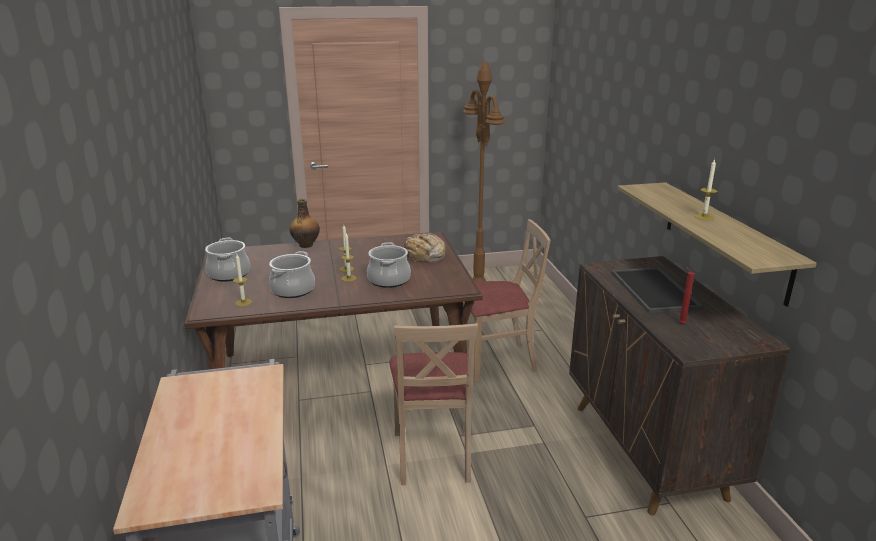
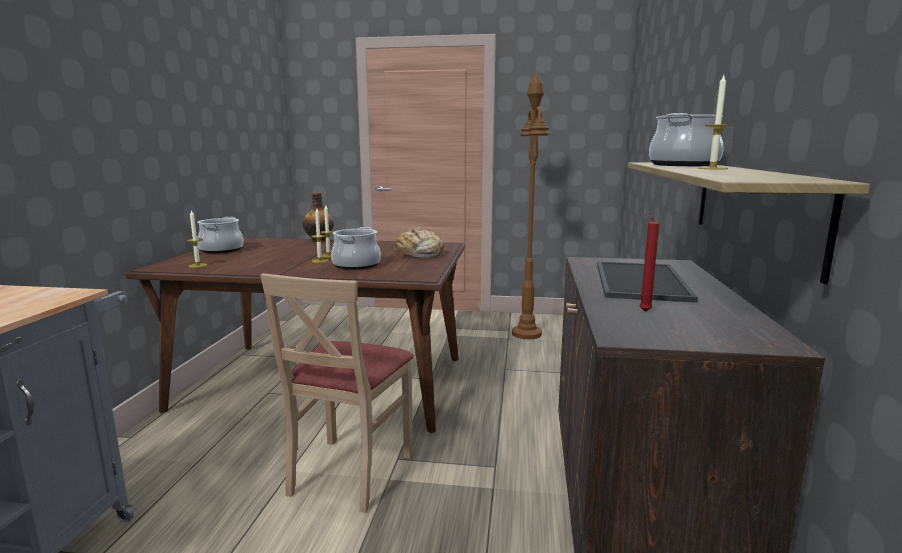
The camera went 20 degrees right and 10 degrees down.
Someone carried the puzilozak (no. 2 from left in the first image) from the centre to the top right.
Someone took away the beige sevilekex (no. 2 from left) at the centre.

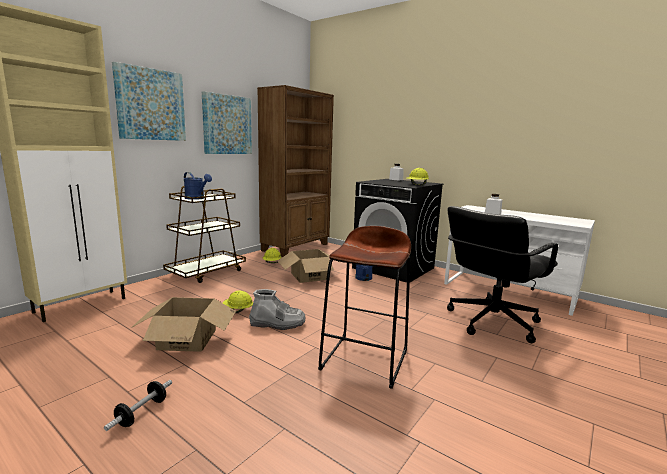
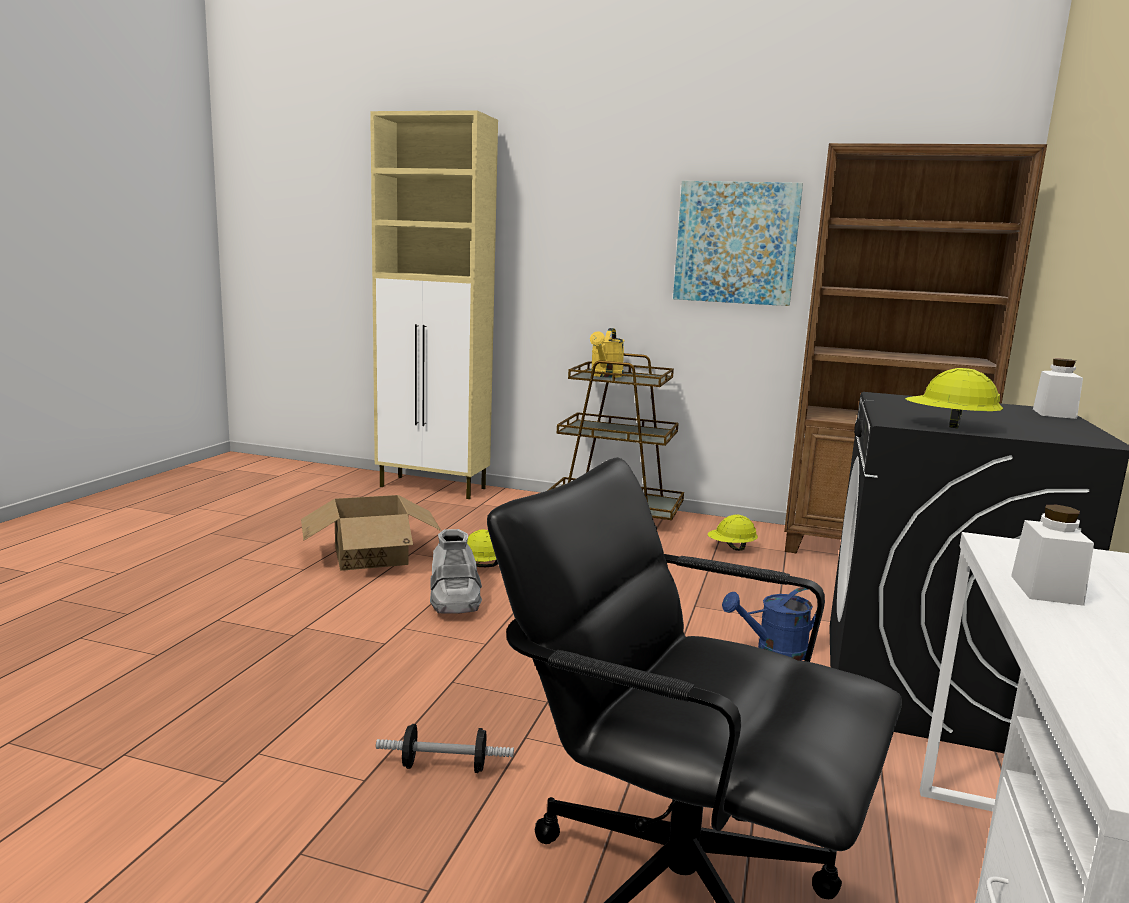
The camera went 70 degrees right and 0 degrees up.
Someone carried the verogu from the bottom left to the bottom centre.
Someone repainted the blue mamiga (no. 1 from left) at the middle left, which became the yellow mamiga at the centre.
Someone took away the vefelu (no. 1 from left) at the top left.
Someone took away the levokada (no. 2 from left) at the centre.
Someone took away the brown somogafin at the centre.

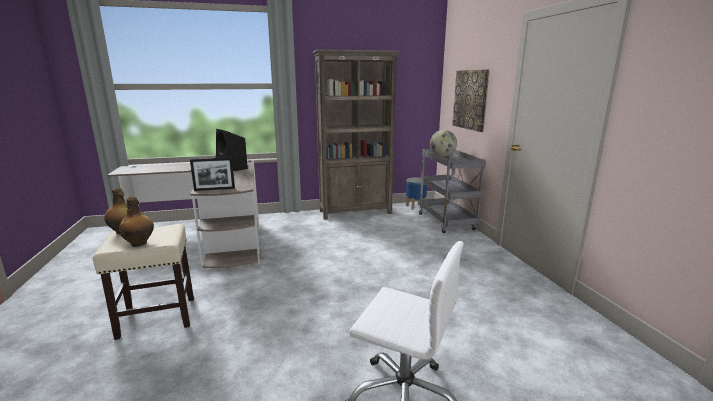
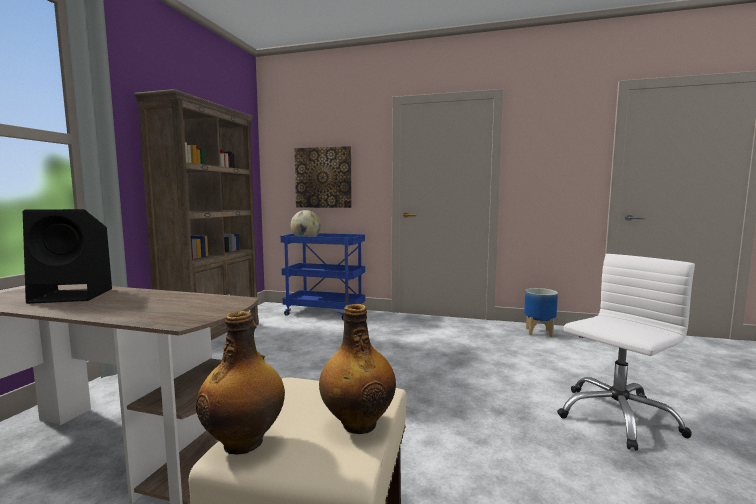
The camera went 60 degrees left and 10 degrees down.
Someone repainted the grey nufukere at the centre, which became the blue nufukere at the centre.
Someone carried the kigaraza from the centre to the middle right.
Someone took away the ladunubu at the middle left.

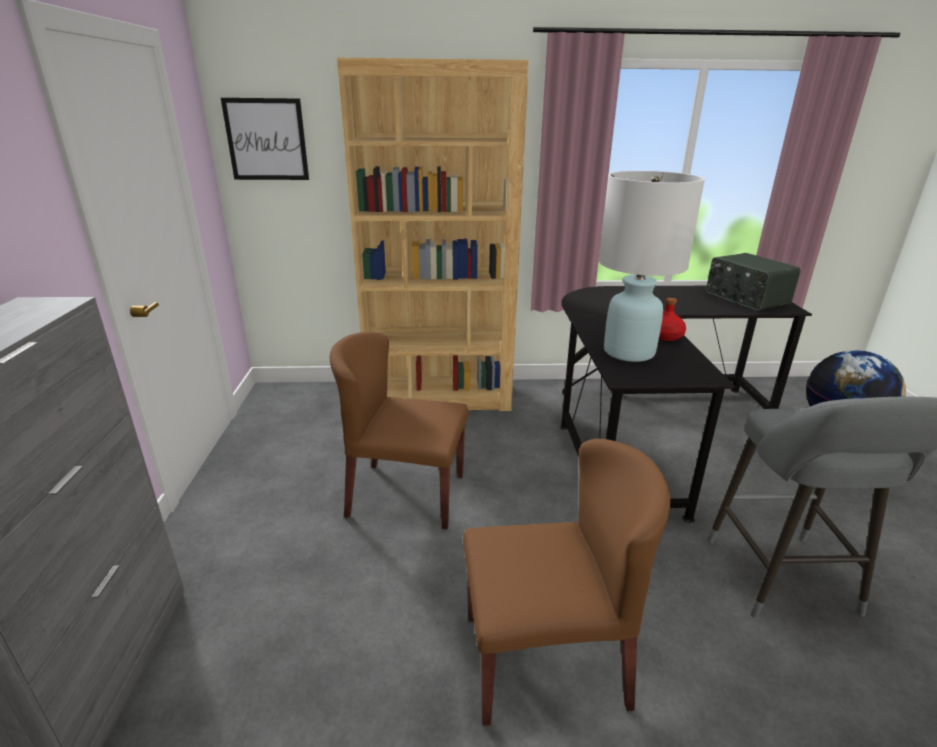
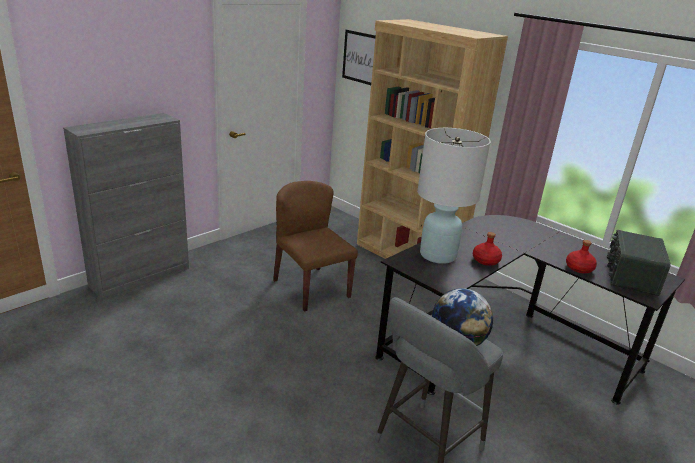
The camera went 45 degrees right and 0 degrees up.
Someone put down the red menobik (no. 2 from left) at the middle right.
Someone took away the brown sevilekex (no. 2 from left) at the bottom centre.

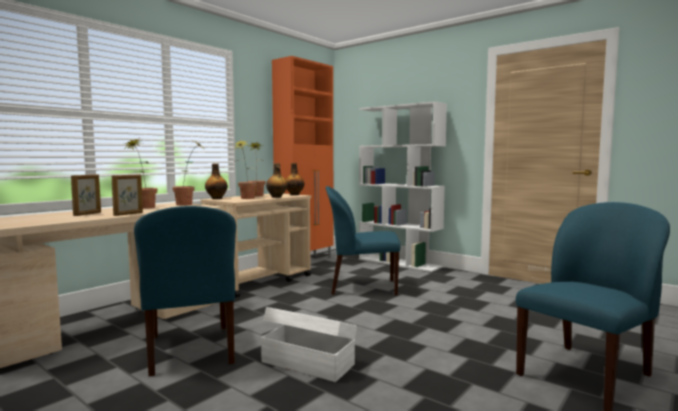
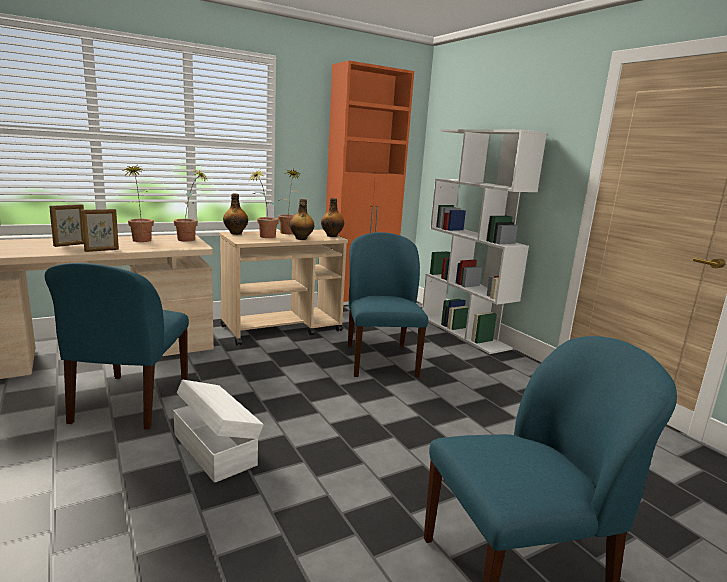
The camera went 20 degrees right and 10 degrees up.
Someone rotated the blue sevilekex (no. 2 from left) at the centre by 60 degrees clockwise.

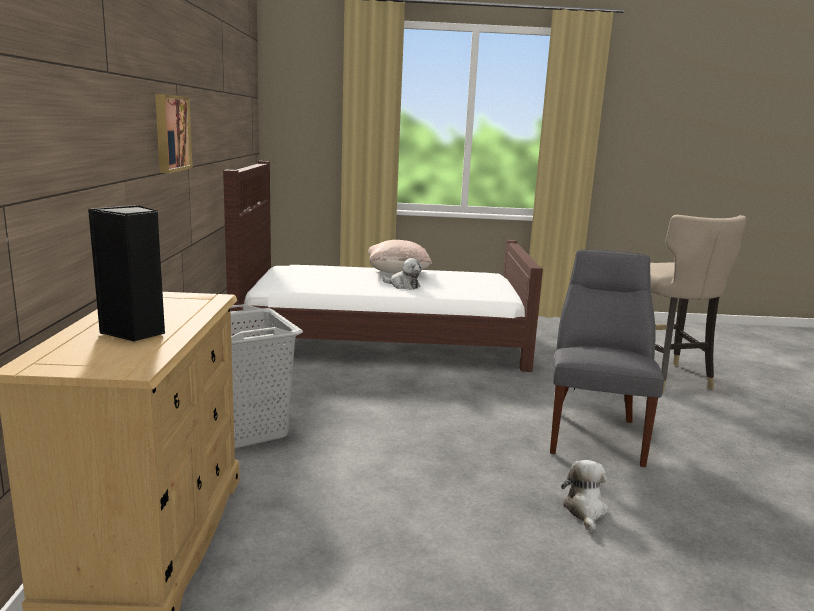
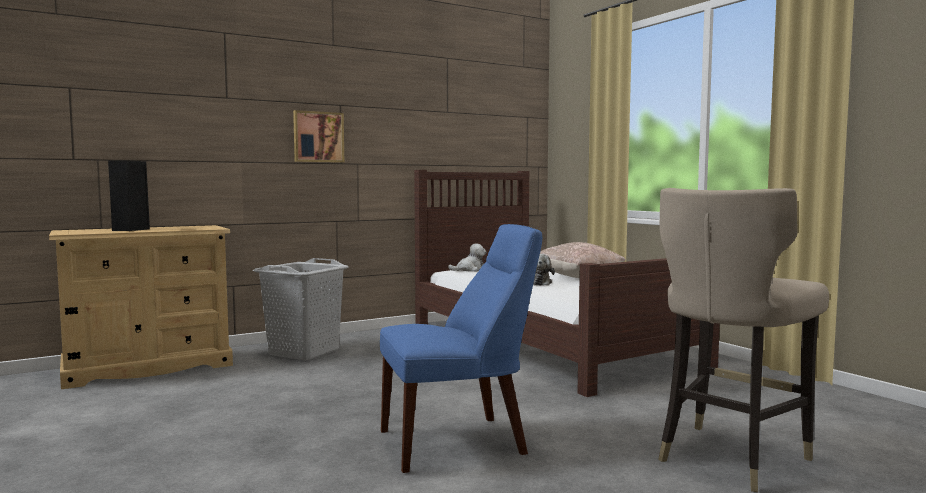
The camera went 60 degrees right and 10 degrees down.
Someone repainted the grey sevilekex at the middle right, which became the blue sevilekex at the bottom centre.
Someone carried the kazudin (no. 2 from left in the first image) from the bottom right to the centre.

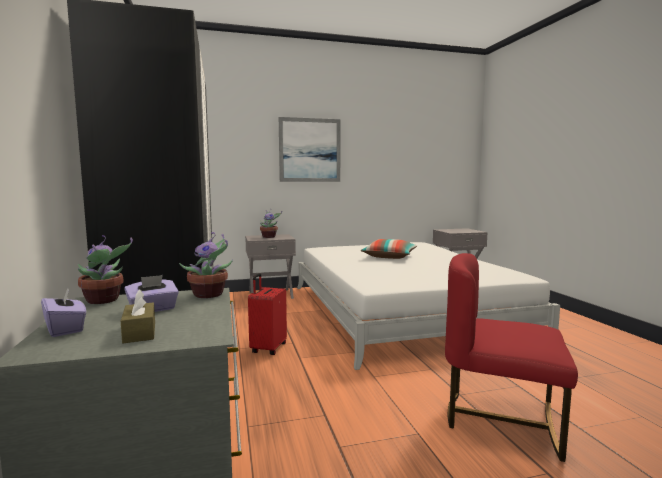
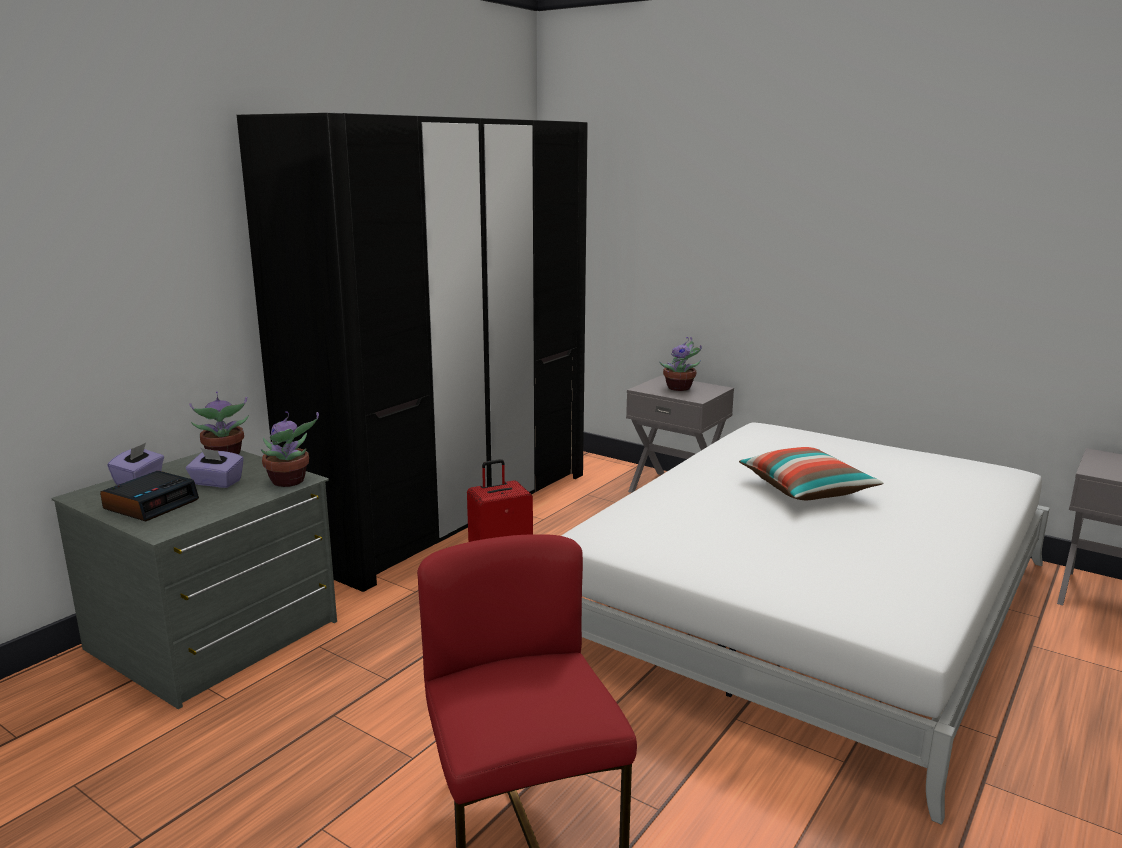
The camera went 50 degrees right and 10 degrees up.
Someone swapped the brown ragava at the middle left for the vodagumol at the middle left.
Someone took away the vefelu at the top centre.

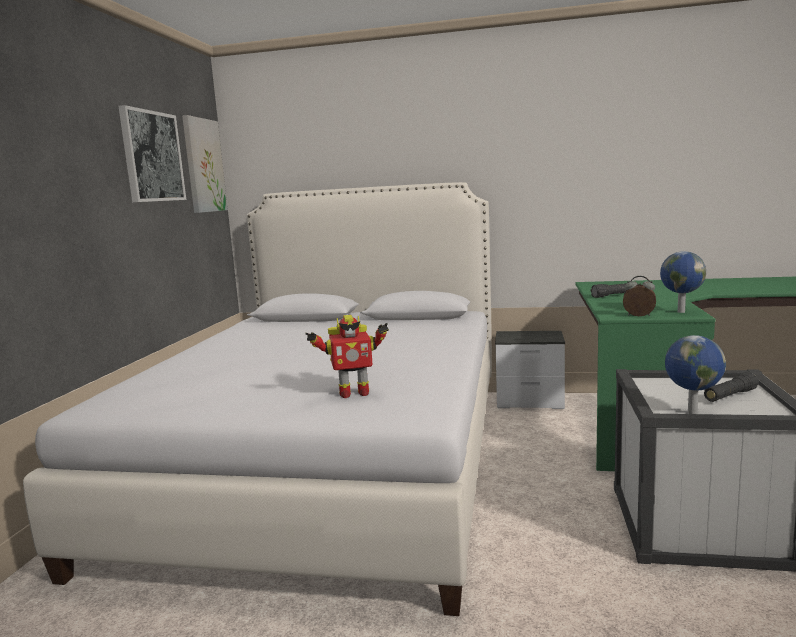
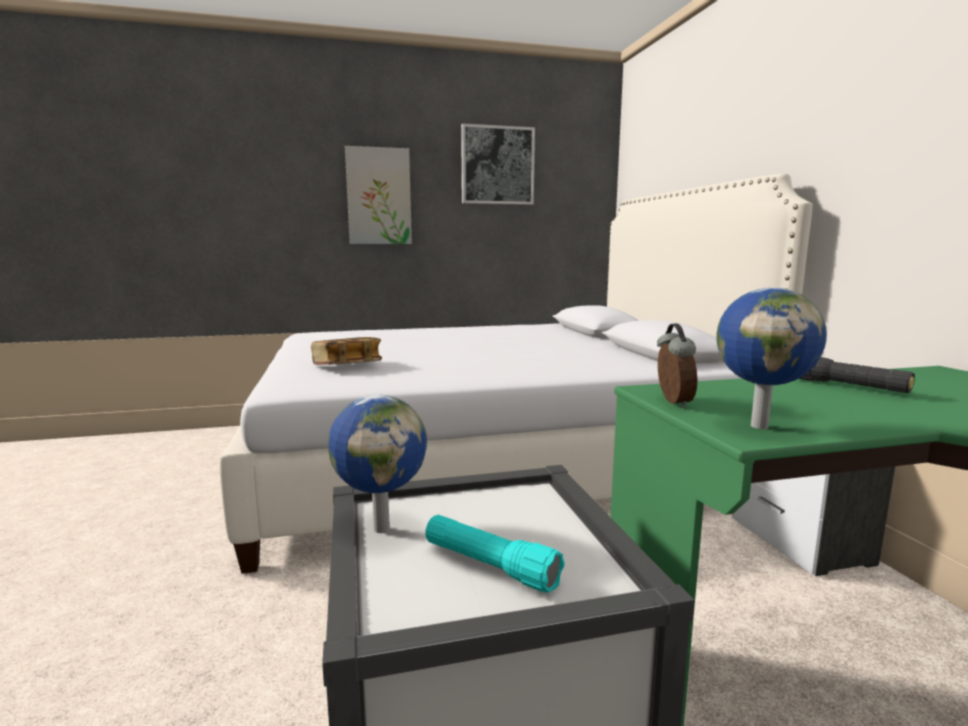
The camera went 65 degrees right and 0 degrees up.
Someone swapped the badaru at the centre for the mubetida at the centre.
Someone carried the vefelu (no. 2 from left in the first image) from the top left to the top centre.
Someone repainted the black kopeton (no. 2 from left) at the middle right, which became the turquoise kopeton at the bottom centre.

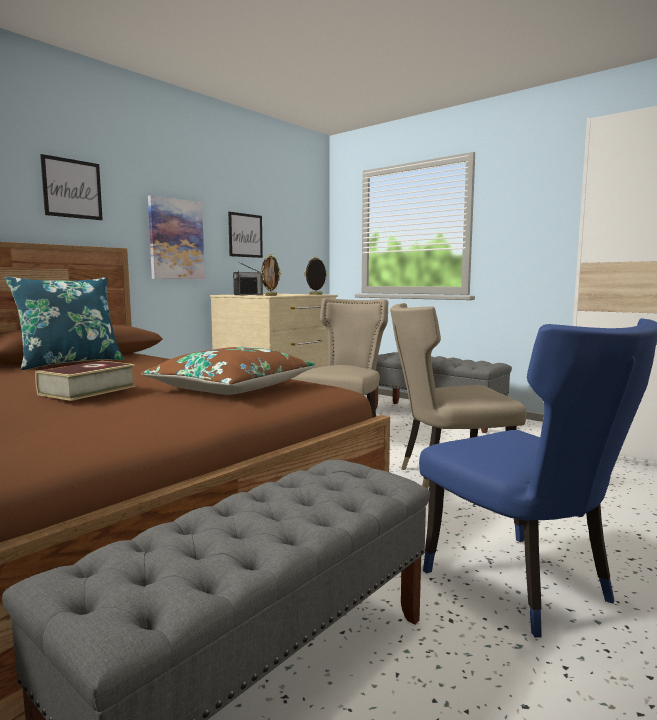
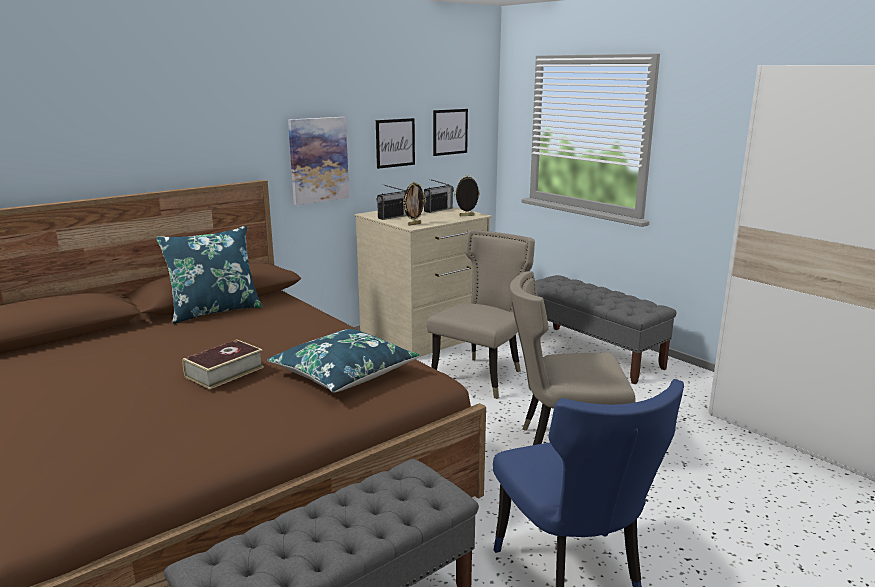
The camera went 10 degrees right and 10 degrees up.
Someone repainted the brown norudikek at the centre, which became the blue norudikek (no. 2 from left) at the centre.
Someone put down the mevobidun (no. 2 from left) at the centre.
Someone carried the vefelu (no. 1 from left in the first image) from the top left to the top centre.

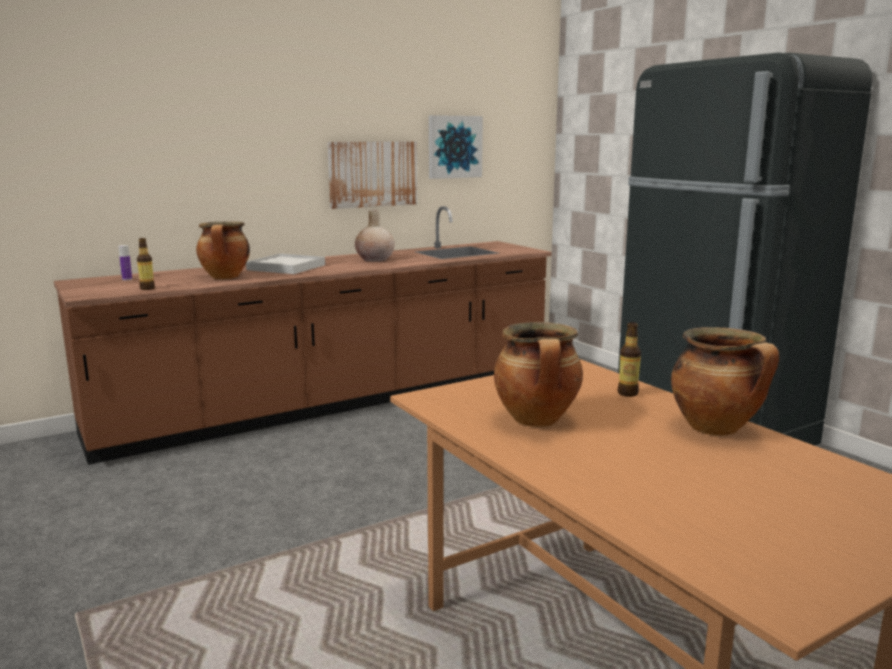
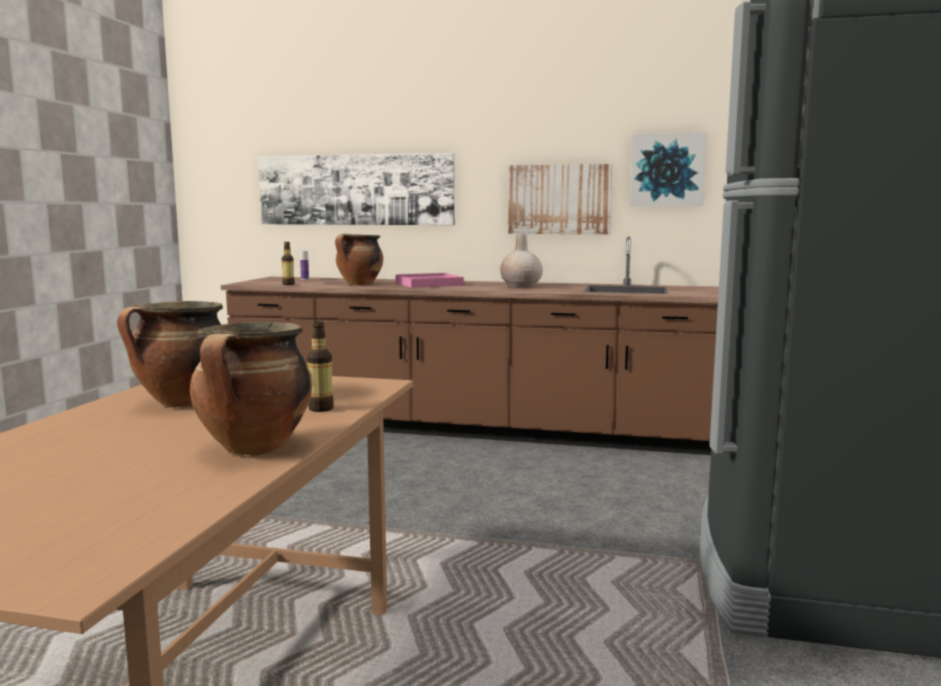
The camera went 45 degrees right and 5 degrees down.
Someone put up the vefelu (no. 1 from left) at the top centre.
Someone repainted the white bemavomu at the middle left, which became the pink bemavomu at the centre.

